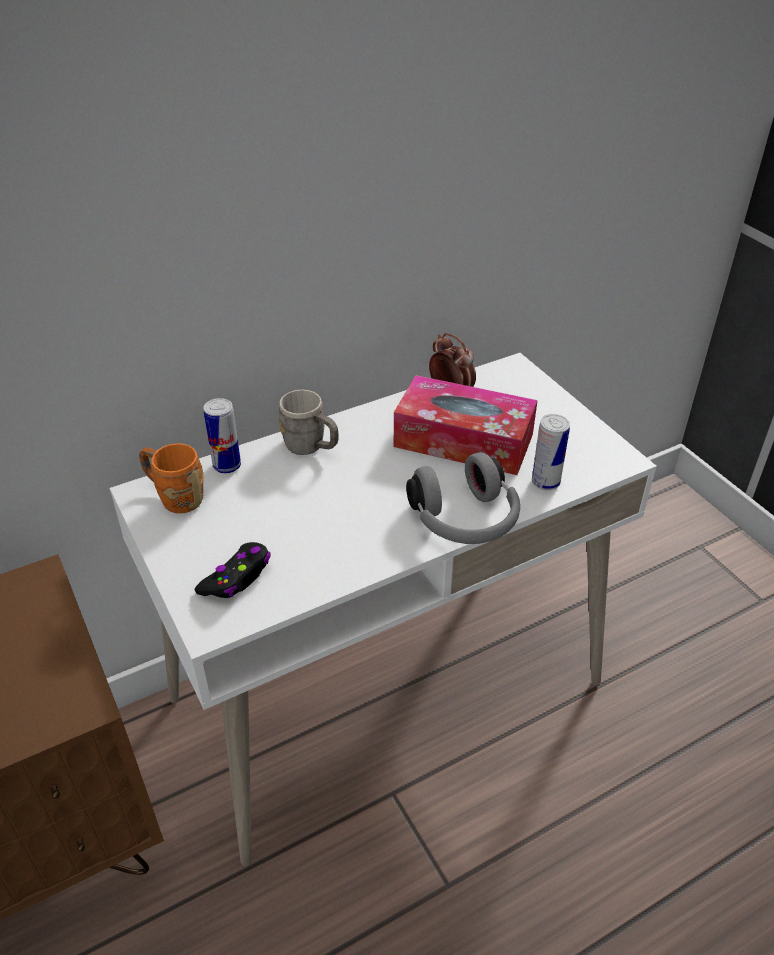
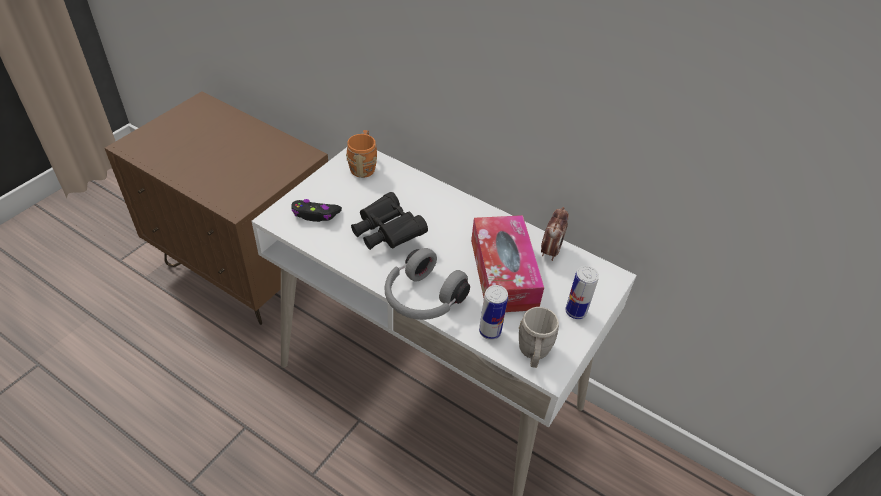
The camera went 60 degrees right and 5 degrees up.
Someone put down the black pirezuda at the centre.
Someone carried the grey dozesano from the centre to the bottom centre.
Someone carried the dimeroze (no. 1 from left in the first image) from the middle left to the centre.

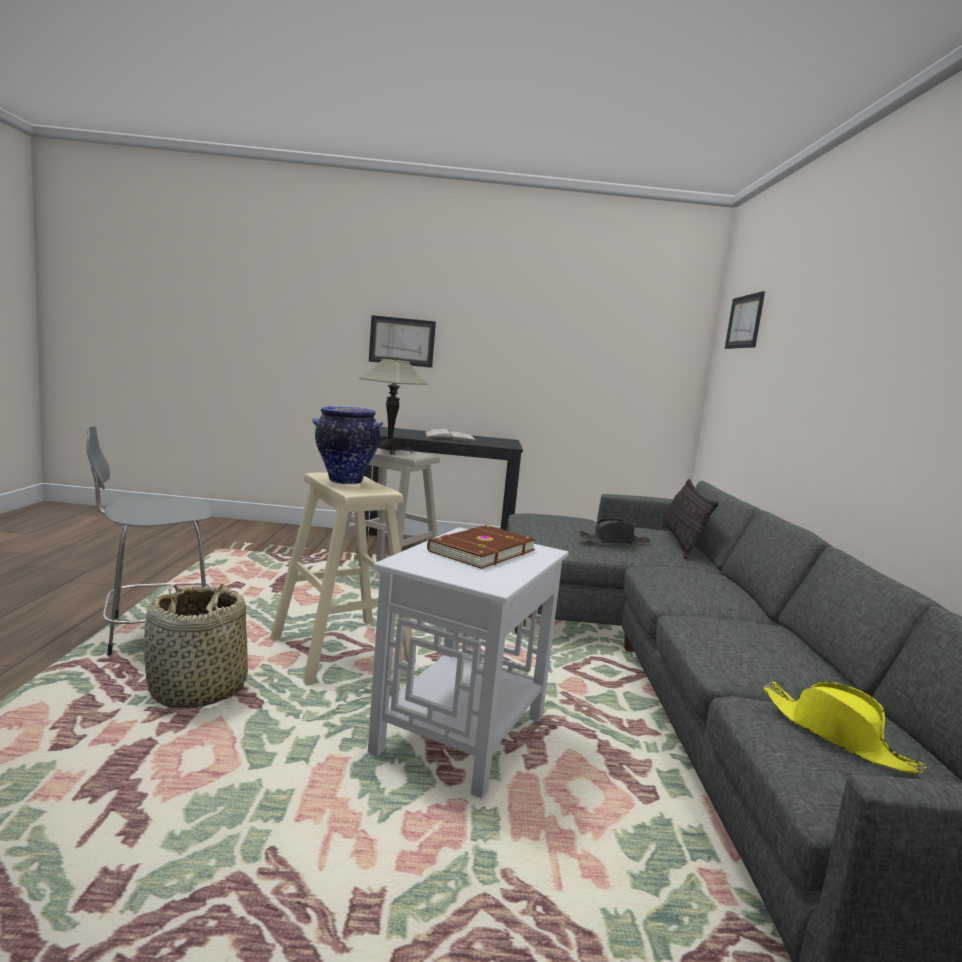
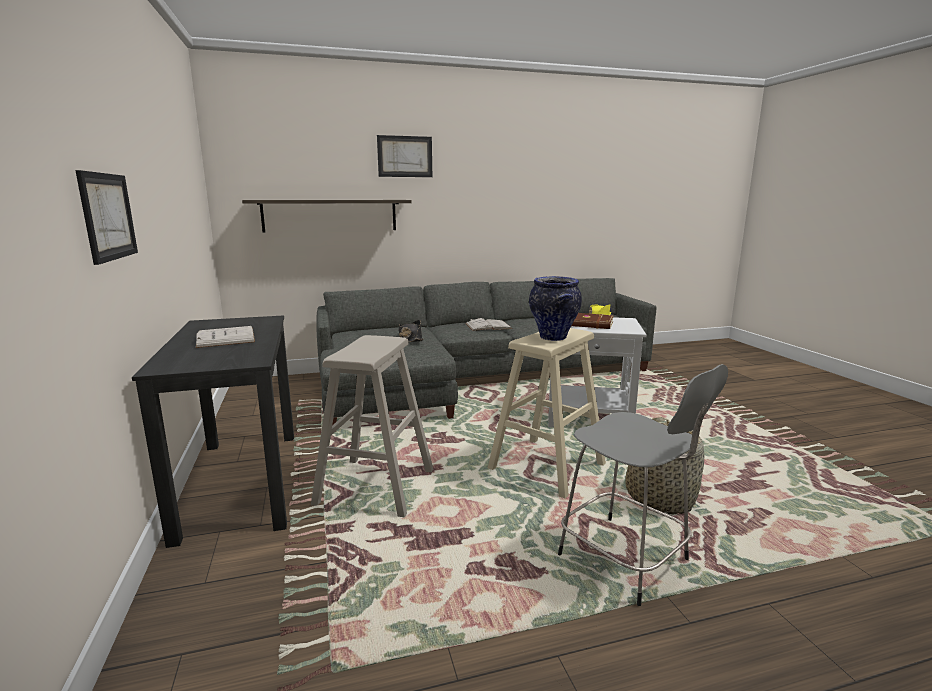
The camera went 105 degrees left and 5 degrees up.
Someone put up the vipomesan at the top centre.
Someone carried the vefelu (no. 2 from left) from the top right to the top centre.
Someone put down the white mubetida (no. 2 from left) at the centre.
Someone took away the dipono at the centre.
Someone took away the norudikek at the middle right.

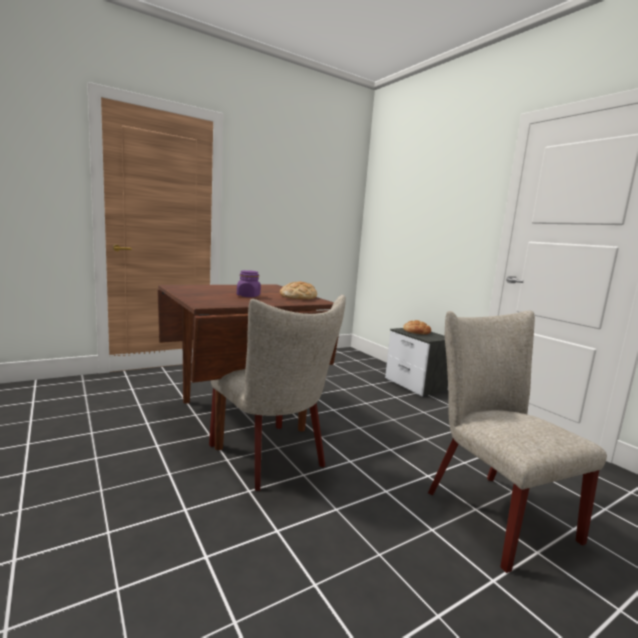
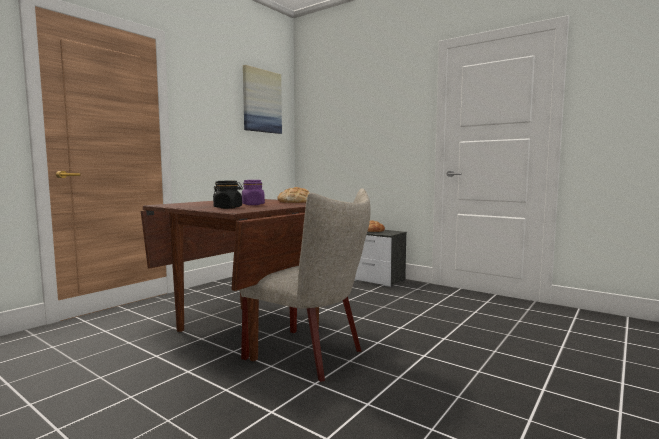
The camera went 20 degrees left and 5 degrees down.
Someone put down the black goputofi at the centre.
Someone put up the vefelu at the top centre.
Someone took away the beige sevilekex (no. 2 from left) at the bottom right.

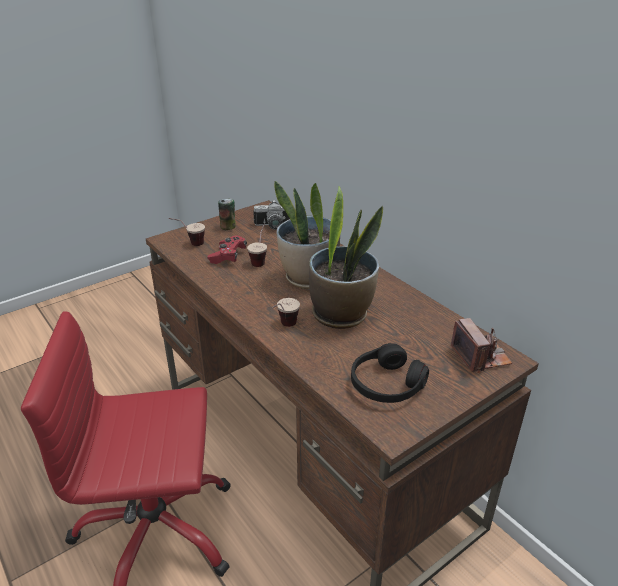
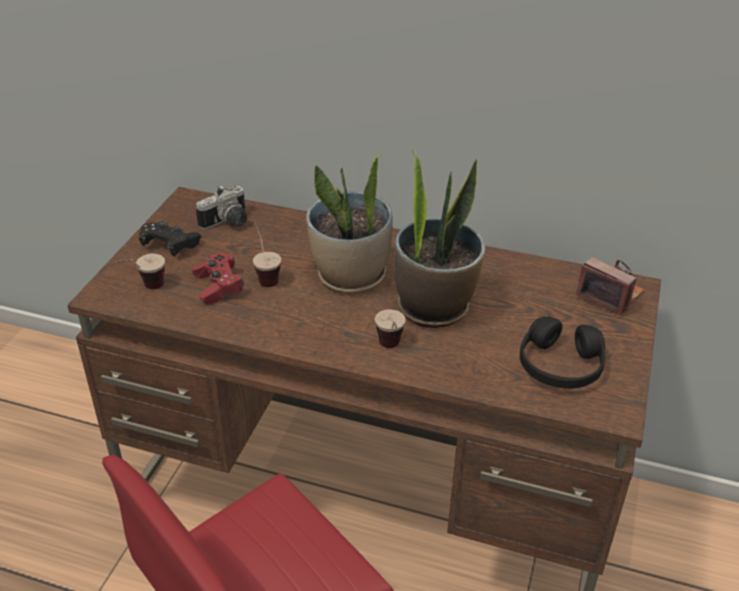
The camera went 35 degrees left and 5 degrees up.
Someone swapped the dimeroze at the centre for the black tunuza at the middle left.

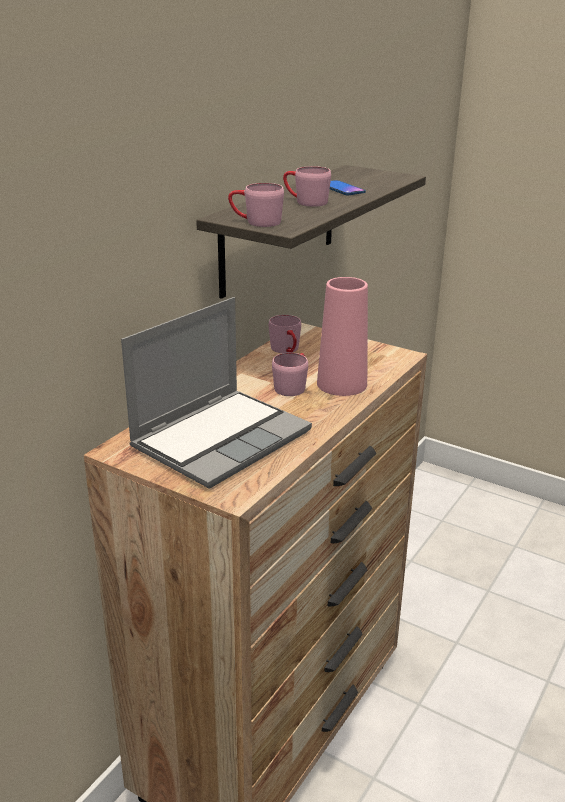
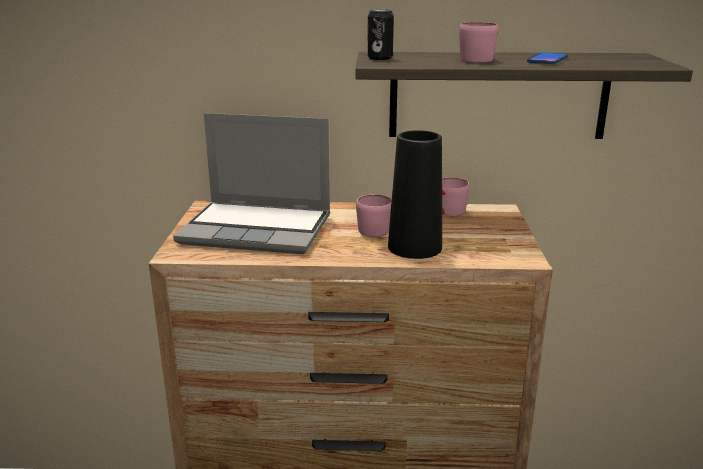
The camera went 60 degrees right and 5 degrees down.
Someone swapped the pink dozesano (no. 1 from left) at the top centre for the dimeroze at the top centre.
Someone repainted the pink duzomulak at the centre, which became the black duzomulak at the centre.

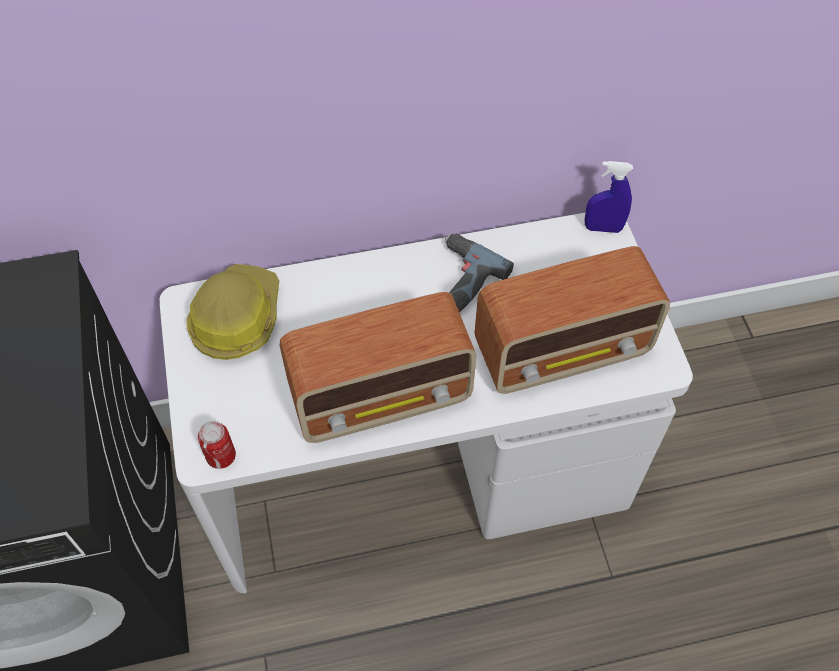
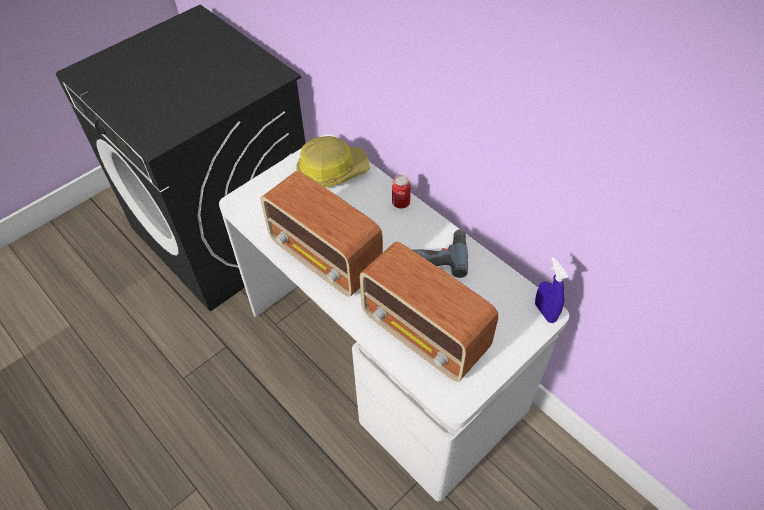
The camera went 60 degrees right and 5 degrees down.
Someone carried the dimeroze from the middle left to the centre.

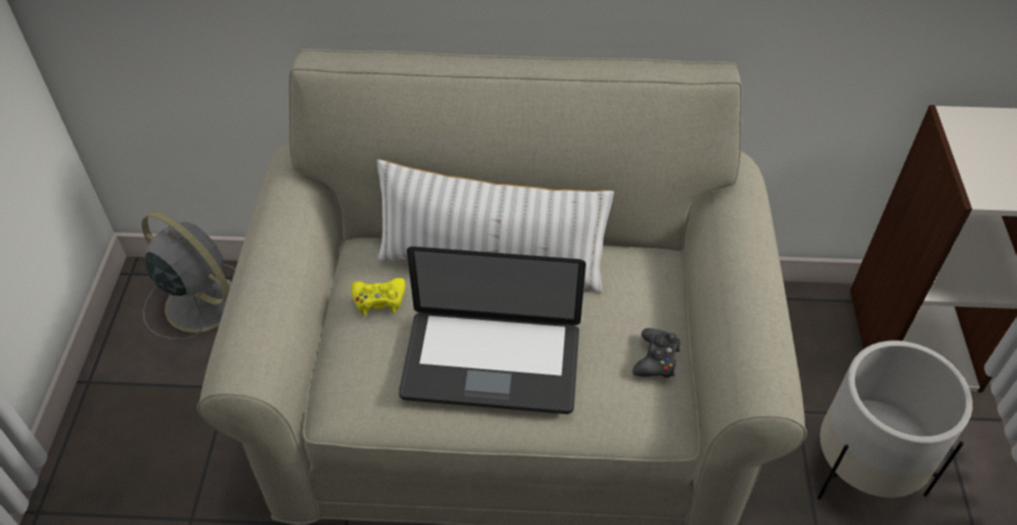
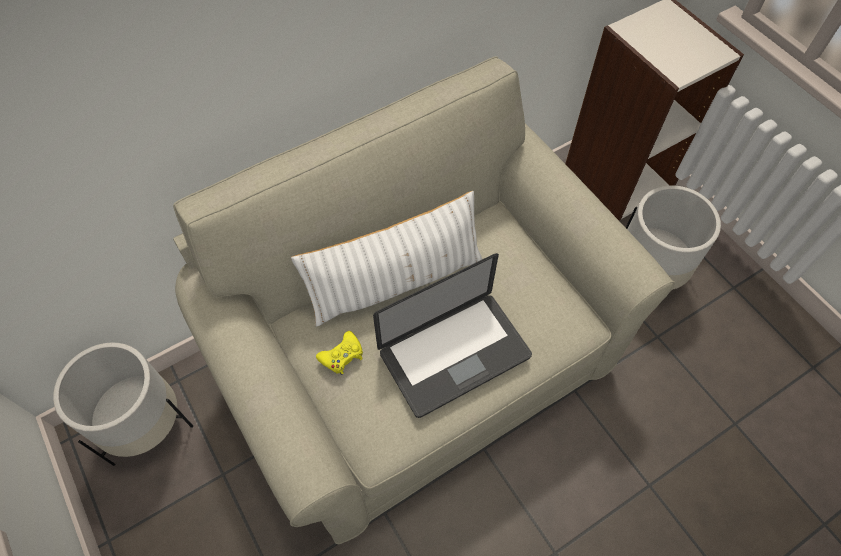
The camera went 35 degrees left and 10 degrees up.
Someone swapped the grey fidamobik at the middle left for the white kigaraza (no. 1 from left) at the bottom left.
Someone took away the black tunuza at the bottom centre.

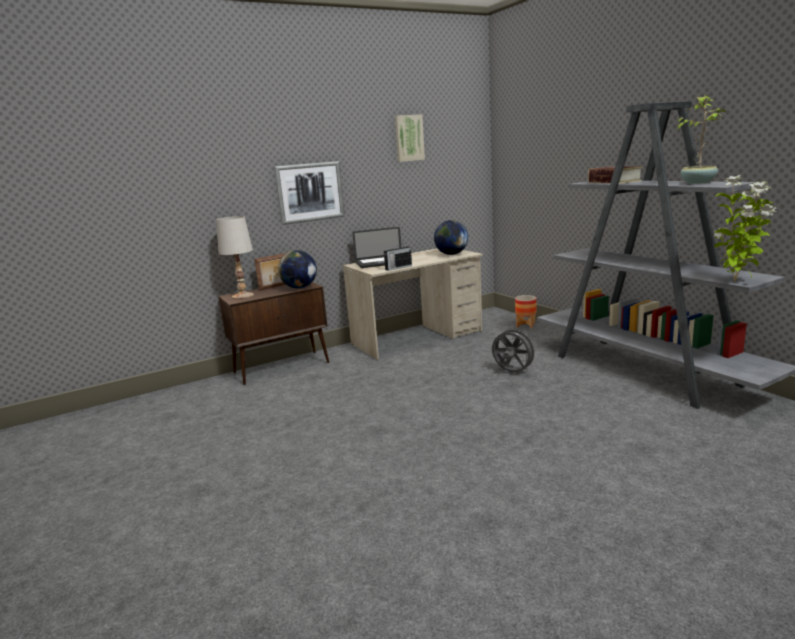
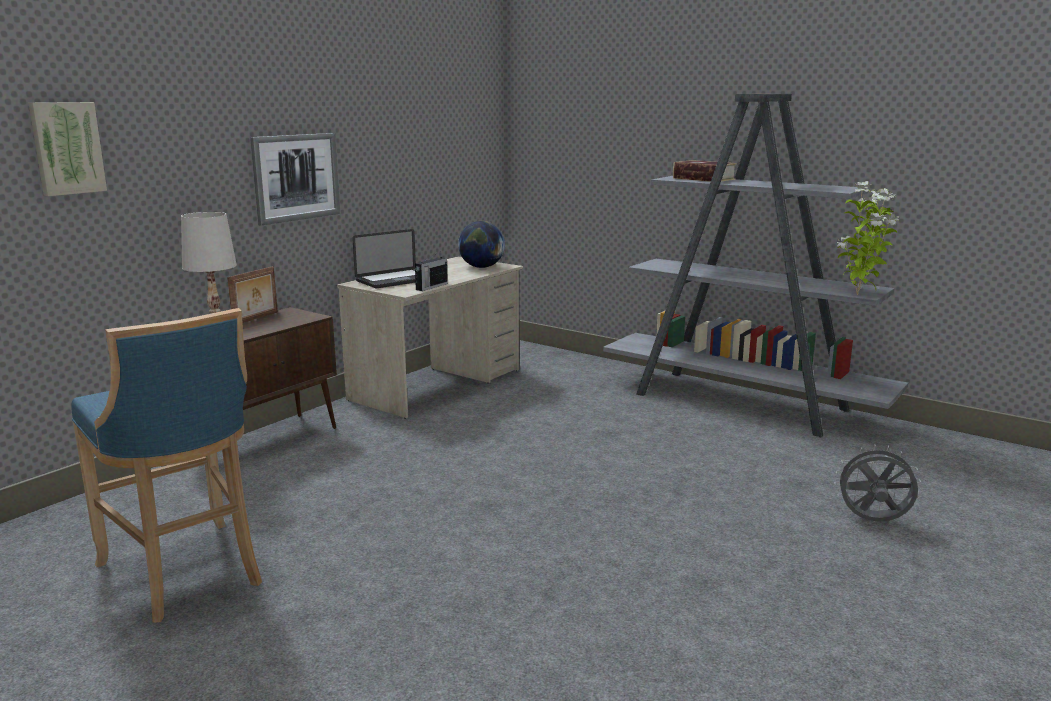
The camera went 25 degrees left and 0 degrees up.
Someone carried the vefelu (no. 2 from left in the first image) from the top centre to the top left.
Someone put down the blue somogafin at the middle left.
Someone carried the grey fidamobik from the centre to the bottom right.
Someone took away the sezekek (no. 1 from left) at the centre.
Someone took away the kigaraza at the centre.
Someone took away the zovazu (no. 1 from left) at the top right.

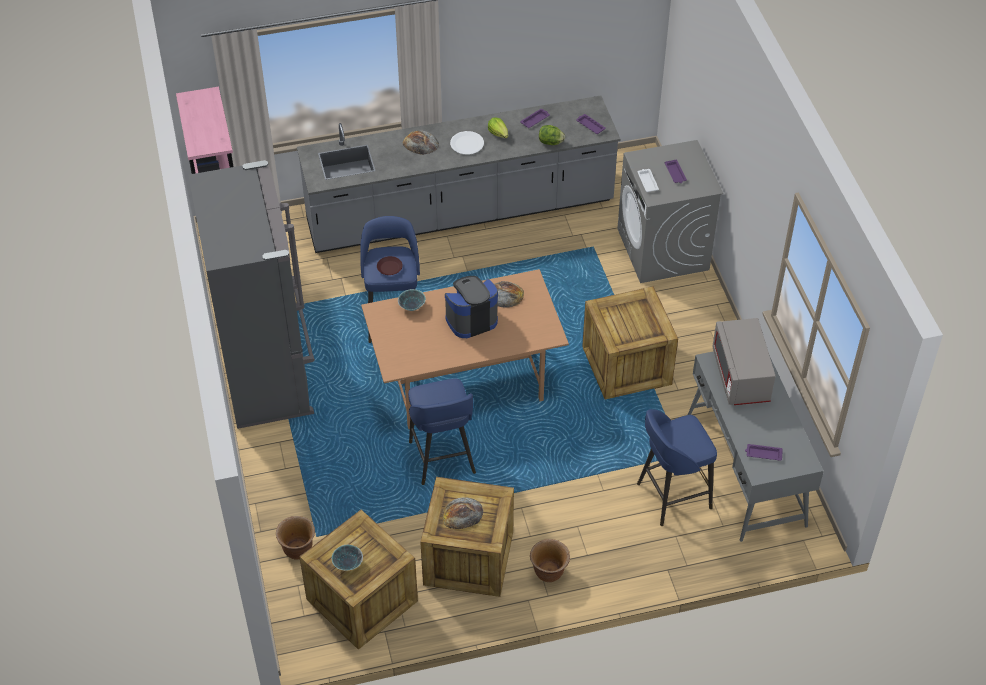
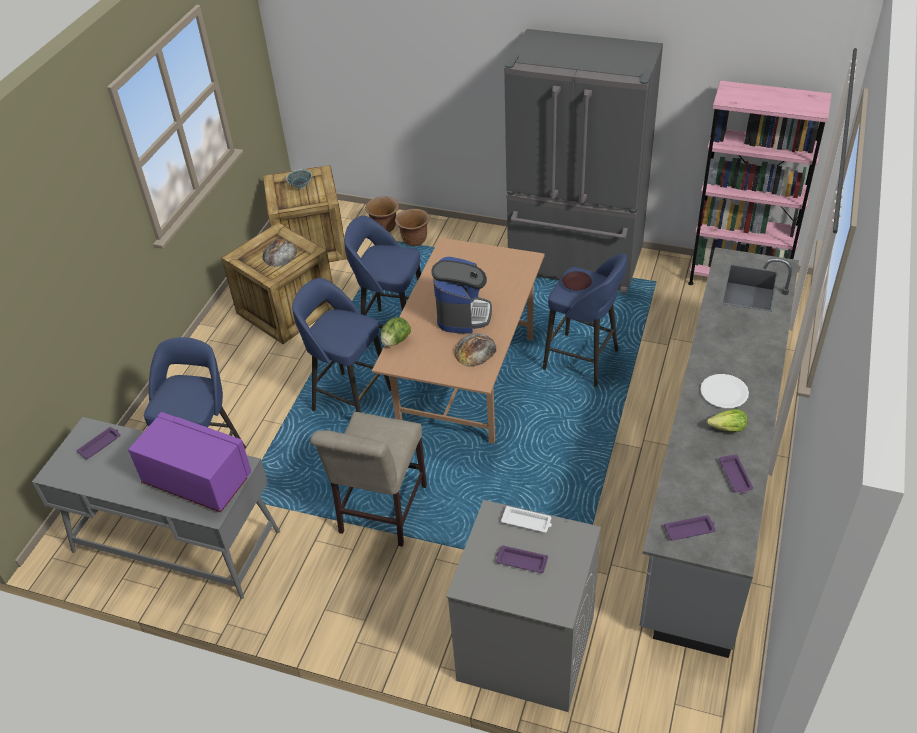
The camera went 125 degrees right and 5 degrees down.
Someone repainted the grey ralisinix at the middle right, which became the purple ralisinix at the middle left.
Someone put down the blue somogafin (no. 2 from left) at the centre.
Someone swapped the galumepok (no. 3 from left) at the centre for the beige sevilekex at the centre.
Someone carried the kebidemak (no. 2 from left in the first image) from the top centre to the centre.
Someone carried the brown kigaraza (no. 2 from left) from the bottom centre to the top centre.
Someone took away the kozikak (no. 2 from left) at the centre.
Someone took away the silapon (no. 1 from left) at the top centre.

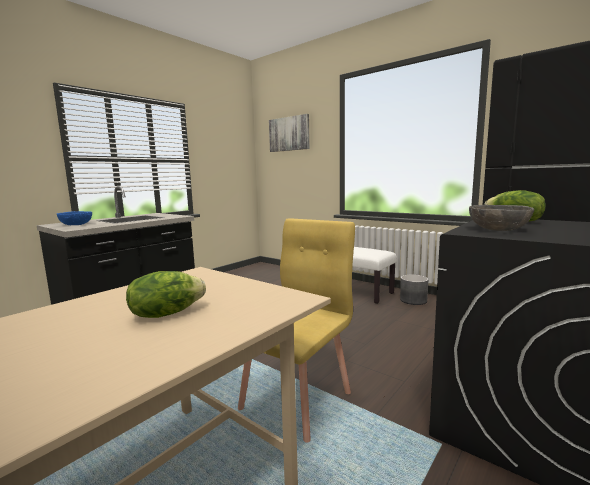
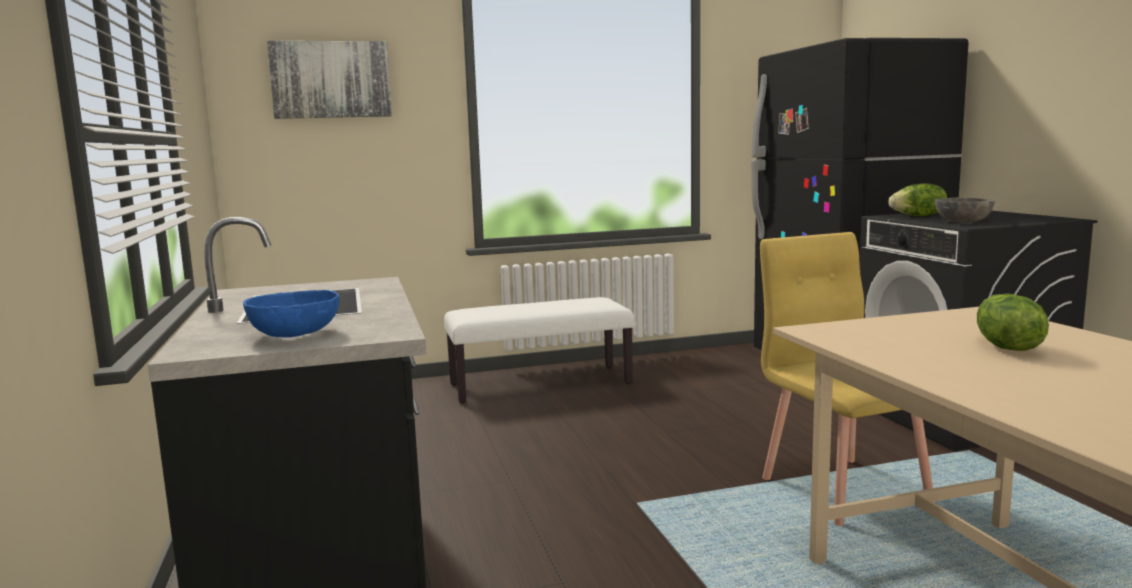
The camera went 55 degrees left and 0 degrees up.
Someone took away the grey kigaraza at the middle right.

